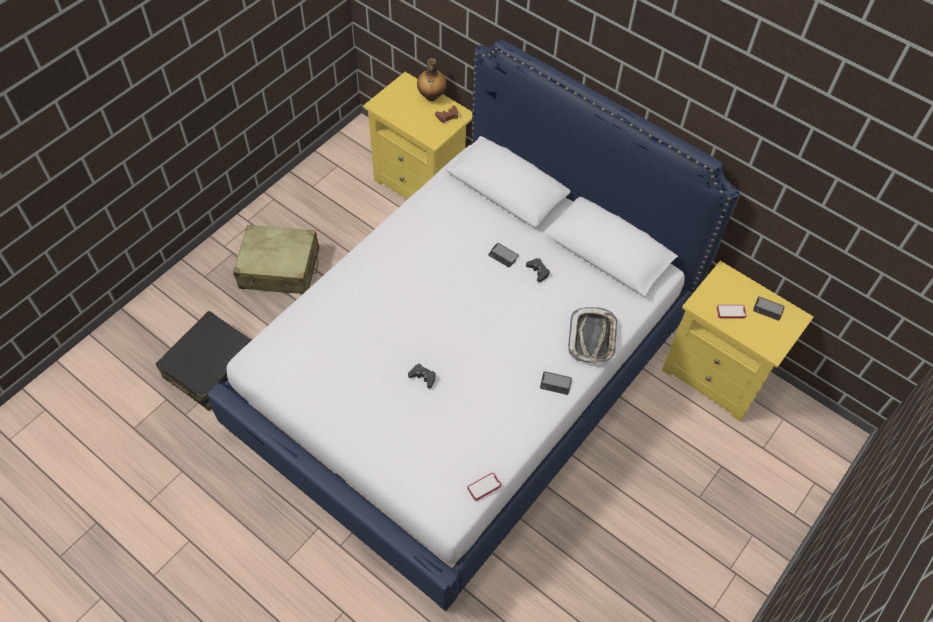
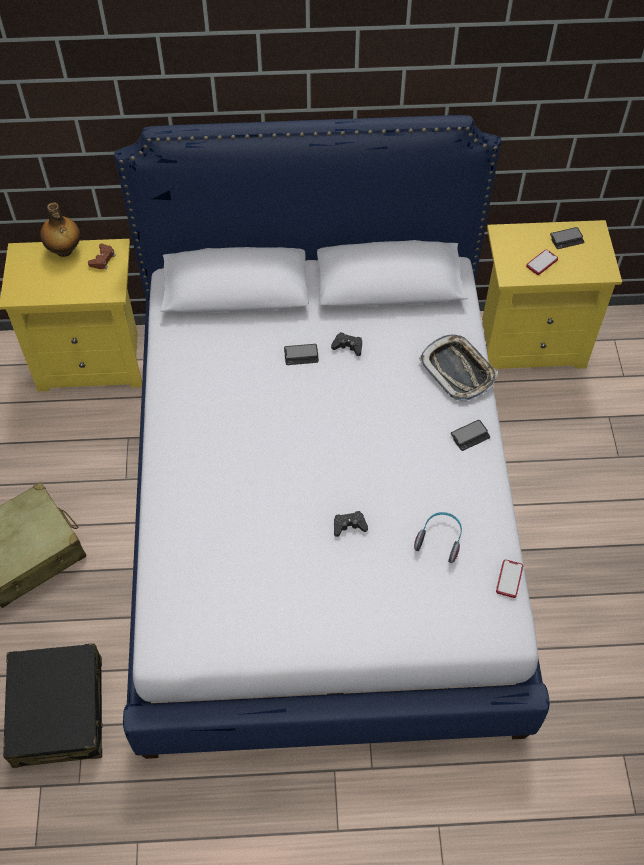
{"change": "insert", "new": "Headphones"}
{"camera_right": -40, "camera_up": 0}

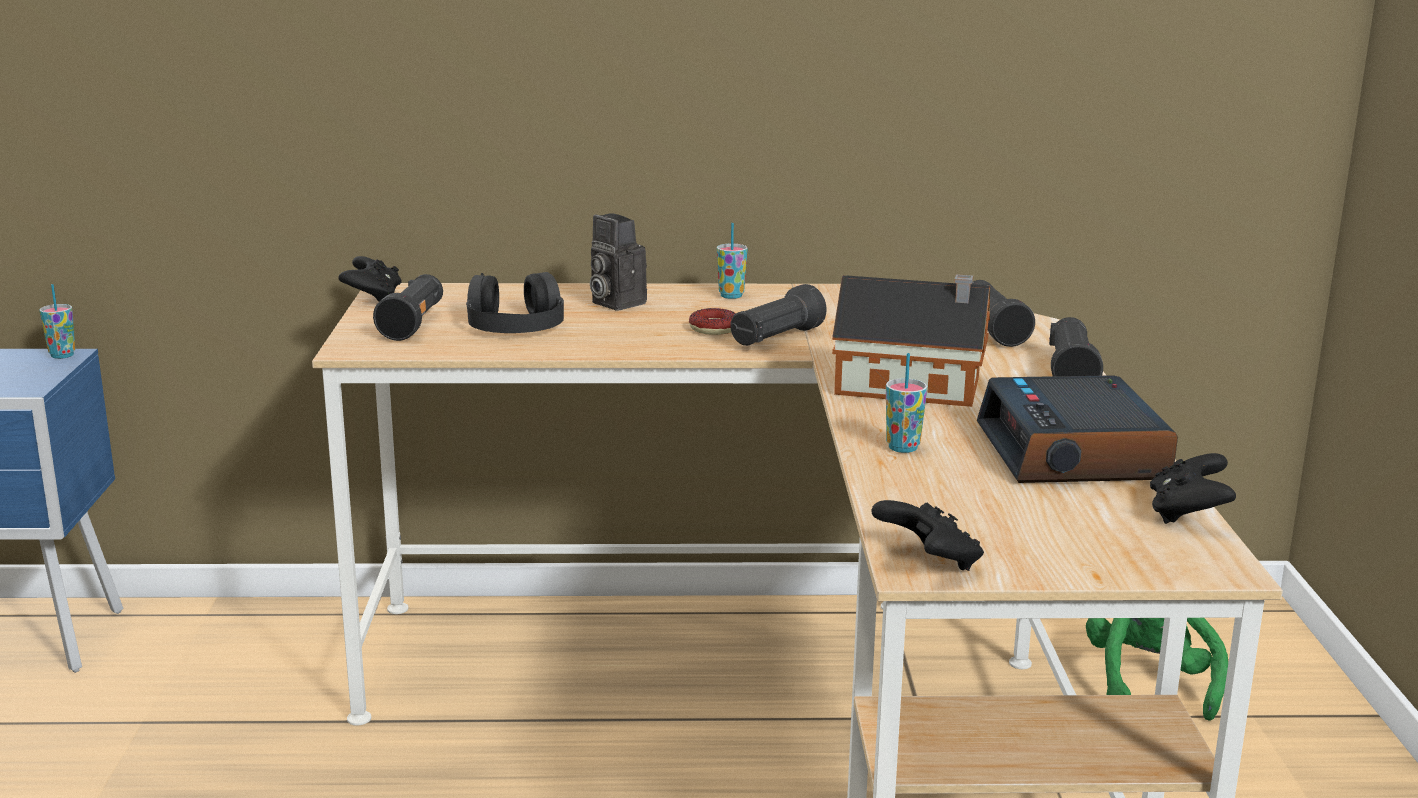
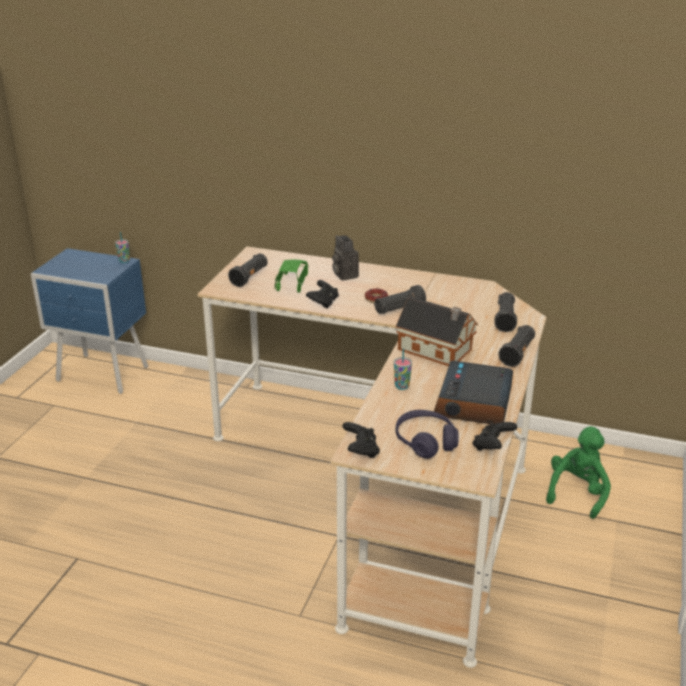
{"change": "delete", "old": "SmallCup (2nd from left)"}
{"change": "insert", "new": "PurplishHeadphones"}
{"change": "move", "old": "BlackGameController (1st from left)"}
{"change": "replace", "old": "BlackHeadphones", "new": "GreenModelCar"}
{"camera_right": 20, "camera_up": 10}

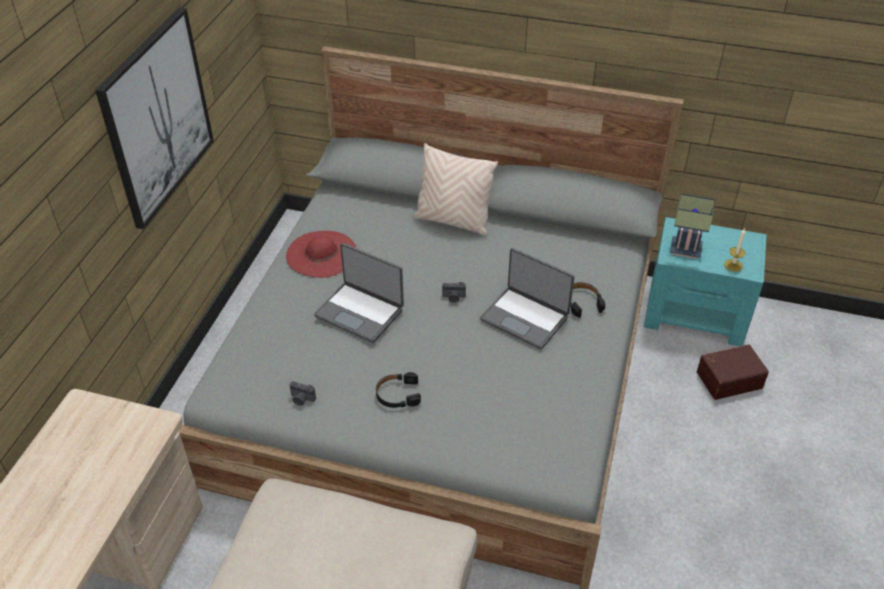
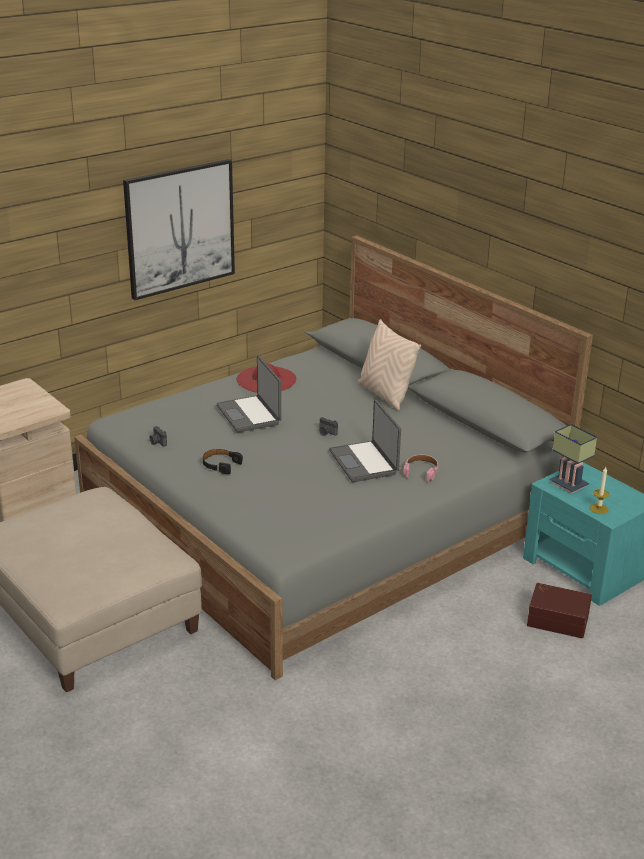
{"change": "recolor", "old": "BlackHeadphones (2nd from left)", "new": "PinkishHeadphones"}
{"camera_right": 35, "camera_up": -15}

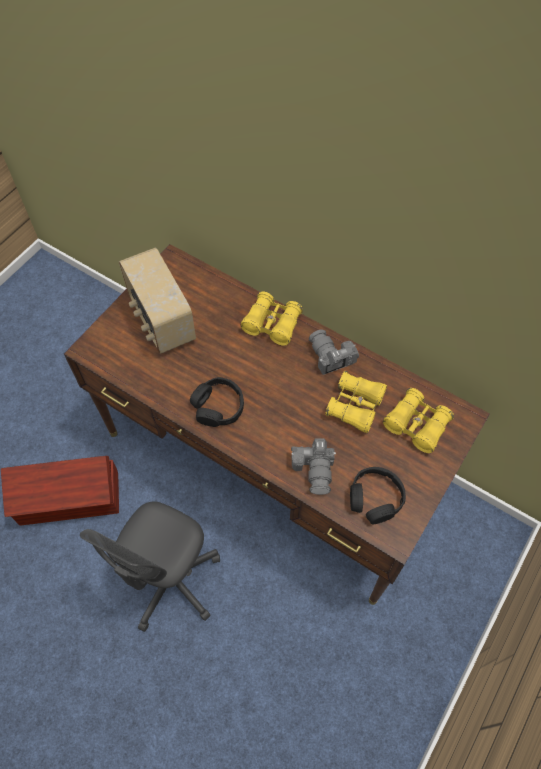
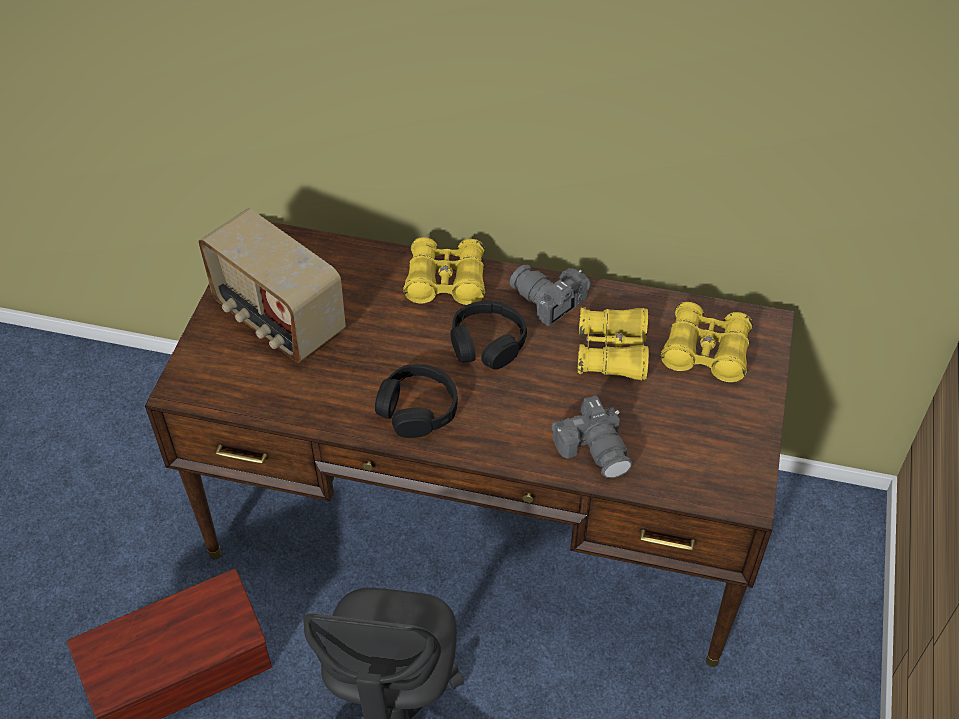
{"change": "move", "old": "BlackHeadphones (2nd from left)"}
{"camera_right": -20, "camera_up": -10}

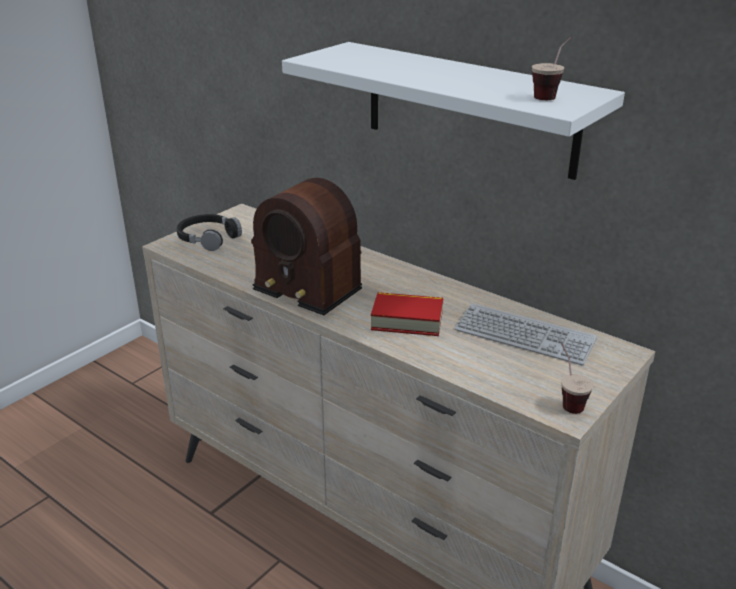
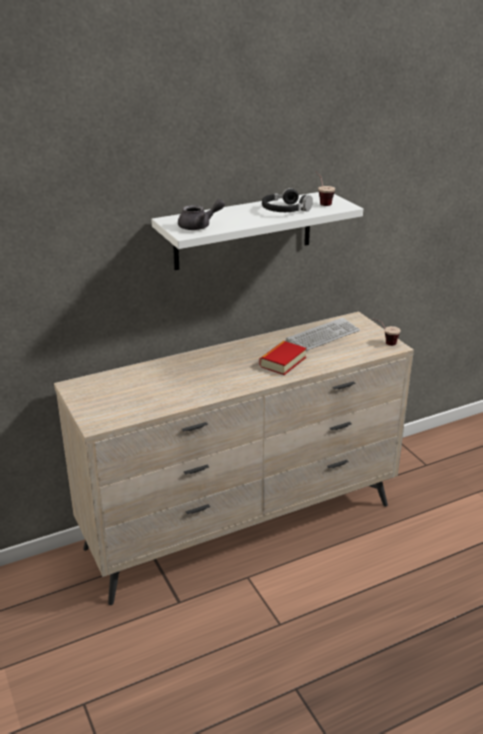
{"change": "delete", "old": "RadioReceiver"}
{"change": "insert", "new": "GreyTeaPot"}
{"change": "move", "old": "BlackHeadphones"}
{"camera_right": -65, "camera_up": 0}

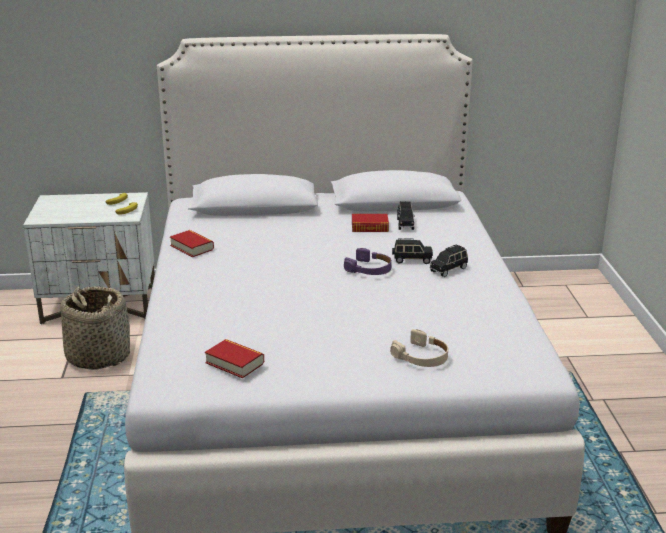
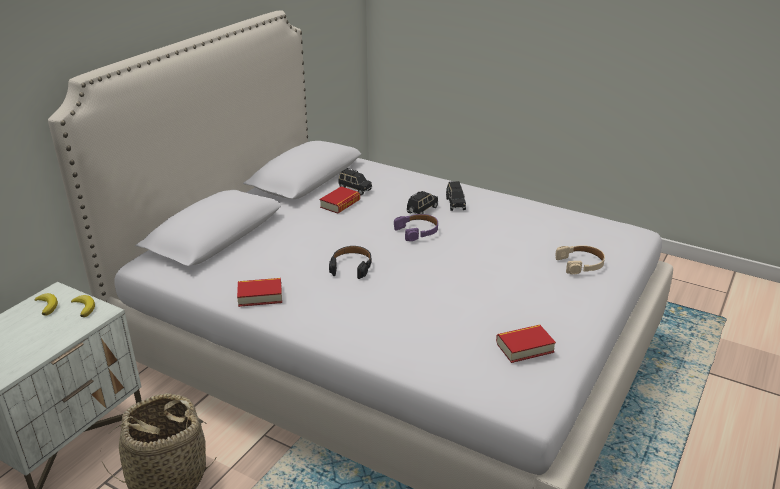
{"change": "insert", "new": "BlackHeadphones"}
{"camera_right": -55, "camera_up": 5}

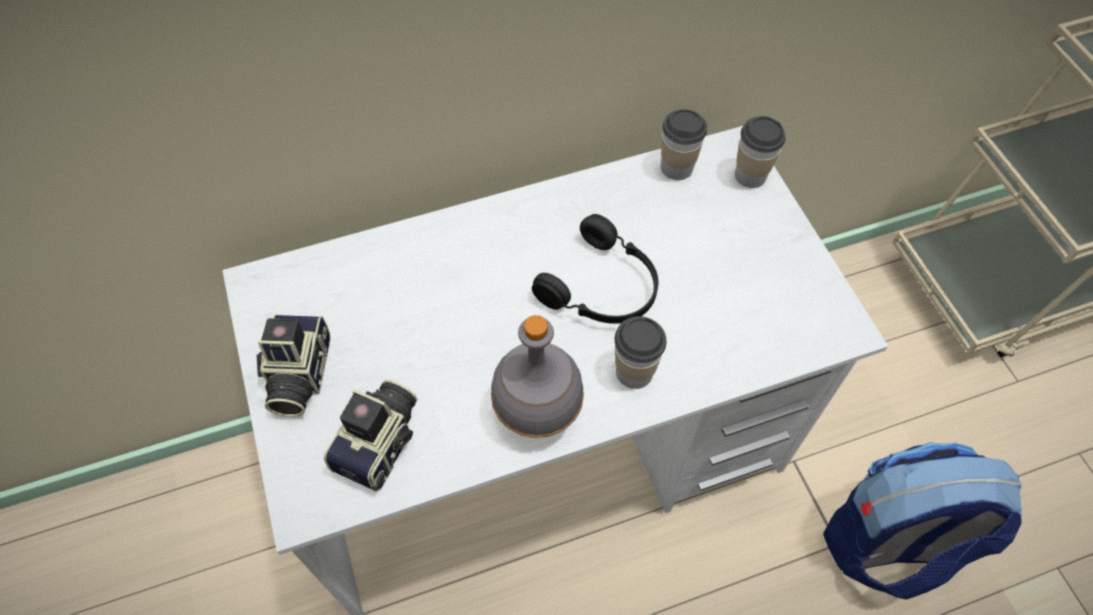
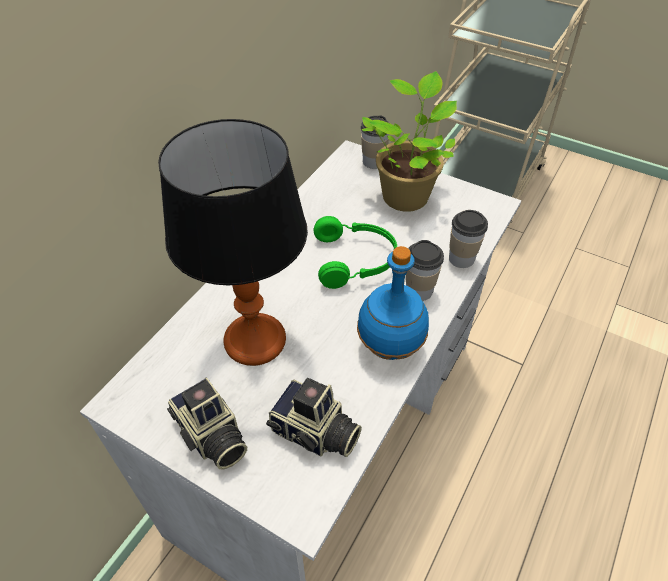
{"change": "delete", "old": "Backpack"}
{"change": "insert", "new": "LampForATable"}
{"change": "insert", "new": "PlantInAPot"}
{"change": "move", "old": "SmallCup (2nd from left in the first image)", "new": "SmallCup (3rd from left)"}
{"change": "recolor", "old": "GreyBottle", "new": "BluishBottle"}
{"change": "recolor", "old": "BlackHeadphones", "new": "GreenHeadphones"}
{"change": "rotate", "old": "PhotoCamera (2nd from left)", "degrees": 135}
{"camera_right": -40, "camera_up": -10}

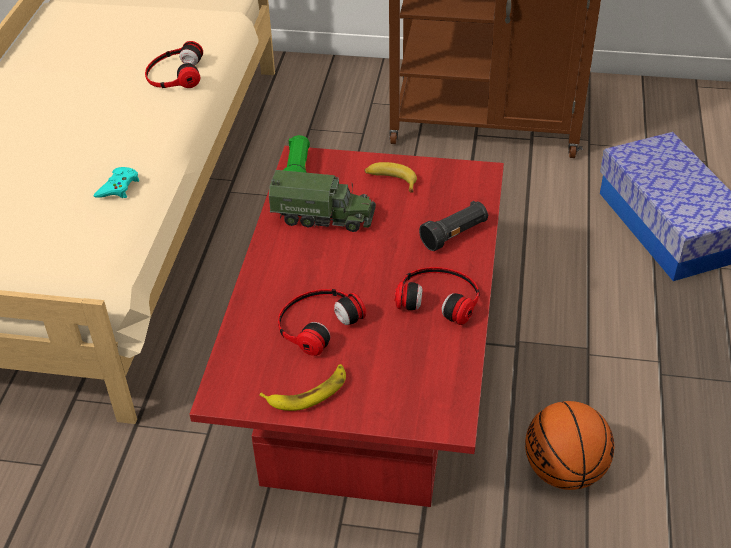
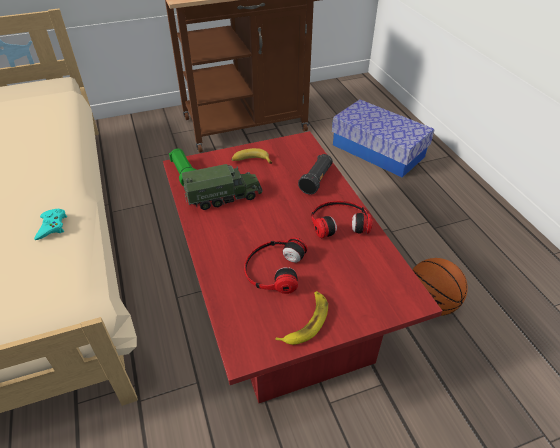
{"change": "delete", "old": "Headphones (1st from left)"}
{"camera_right": -30, "camera_up": 0}

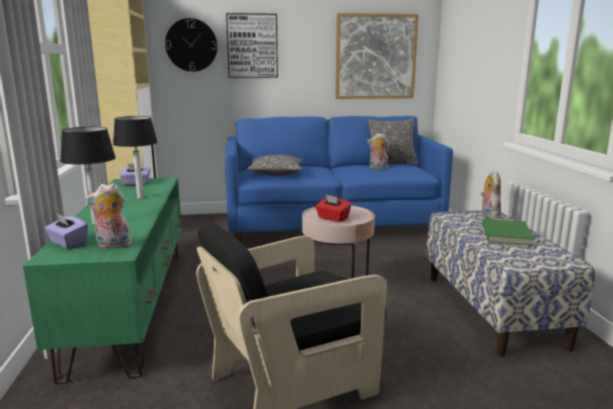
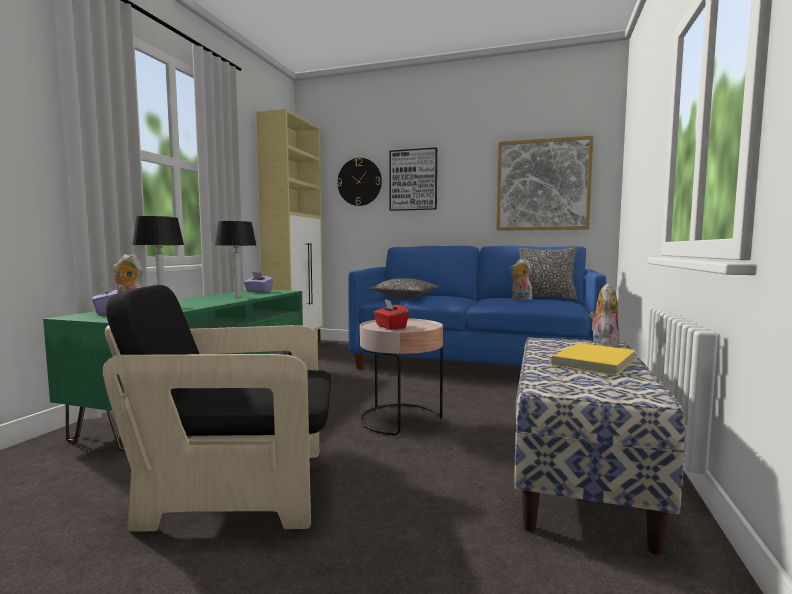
{"change": "recolor", "old": "GreenVolume", "new": "YellowColouredVolume"}
{"camera_right": 25, "camera_up": -10}

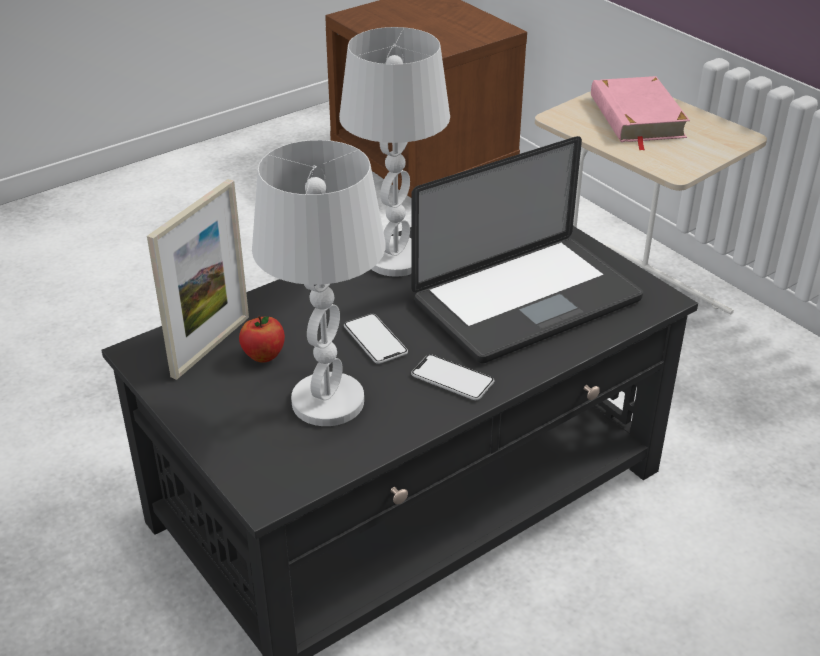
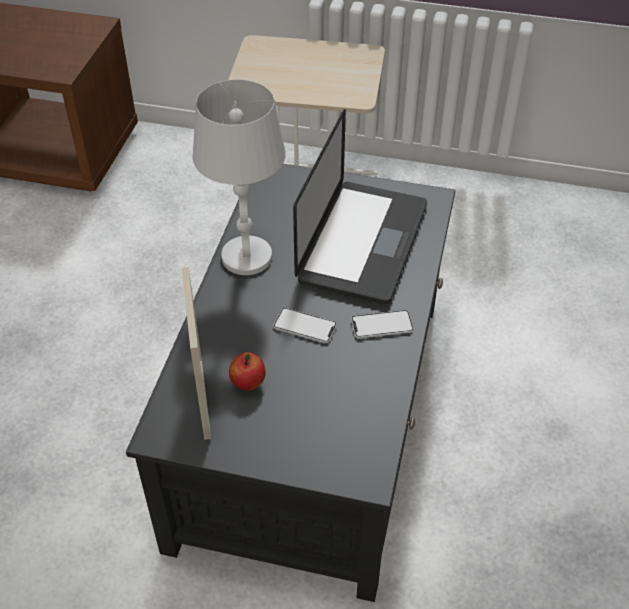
{"change": "delete", "old": "WhiteLampForATable (1st from left)"}
{"change": "delete", "old": "PinkishVolume"}
{"camera_right": -40, "camera_up": 10}

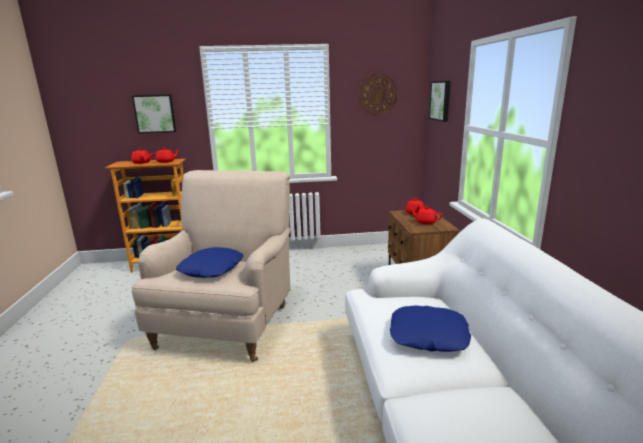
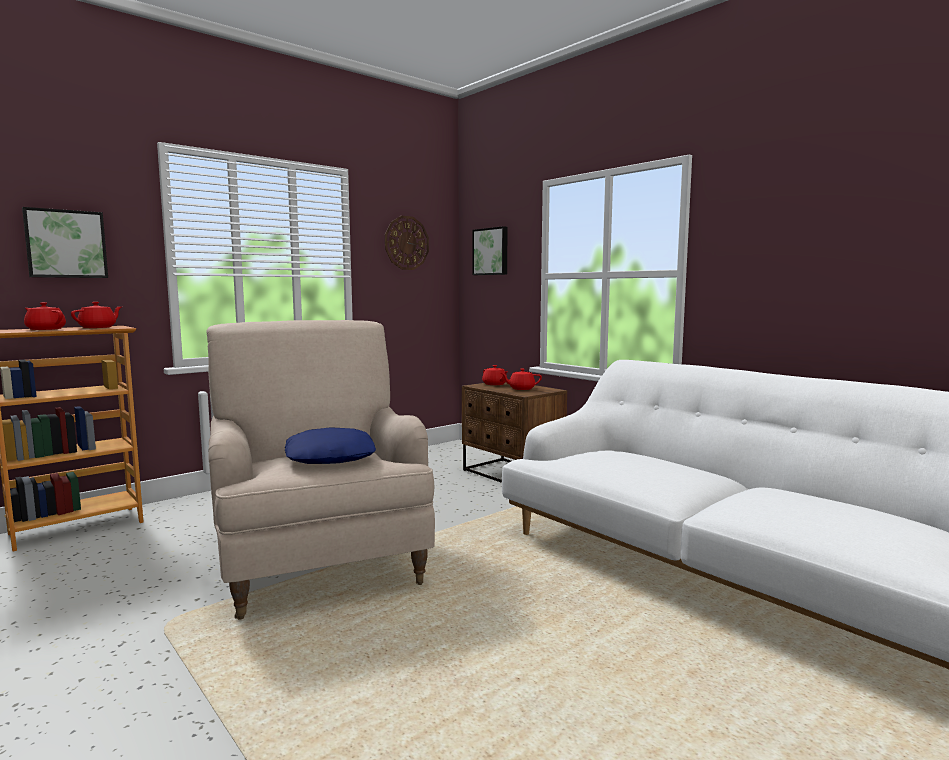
{"change": "delete", "old": "BluishCushion (2nd from left)"}
{"camera_right": -35, "camera_up": -10}

